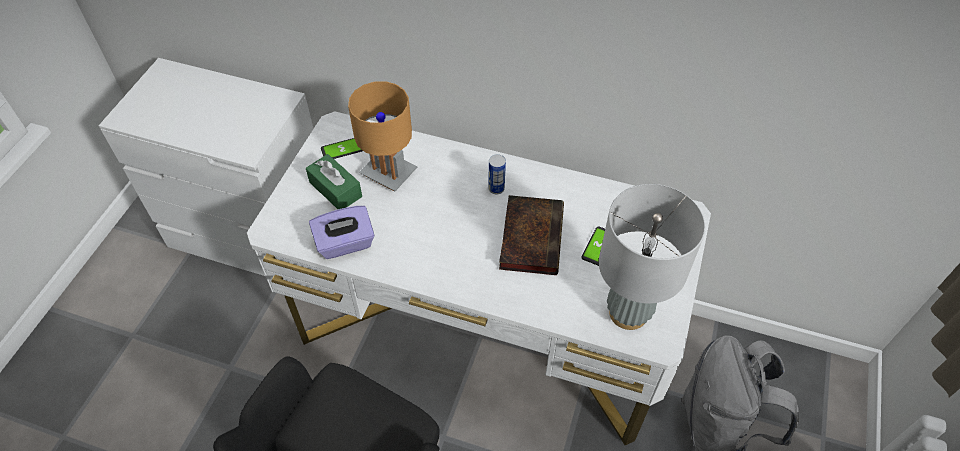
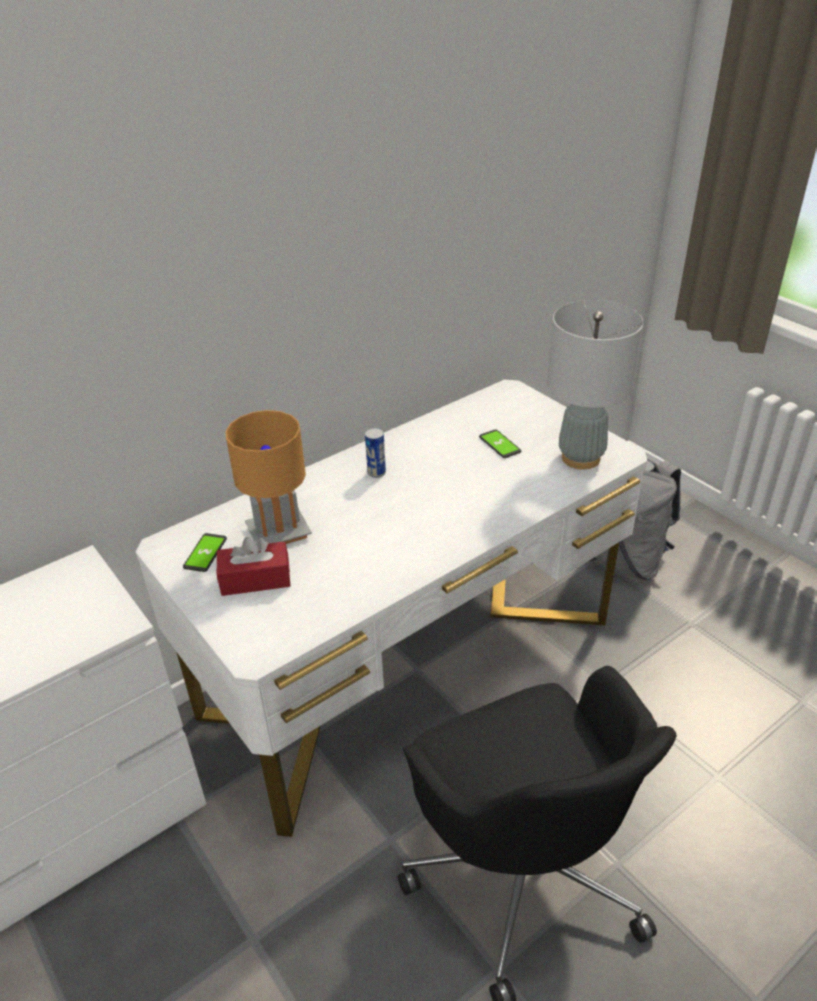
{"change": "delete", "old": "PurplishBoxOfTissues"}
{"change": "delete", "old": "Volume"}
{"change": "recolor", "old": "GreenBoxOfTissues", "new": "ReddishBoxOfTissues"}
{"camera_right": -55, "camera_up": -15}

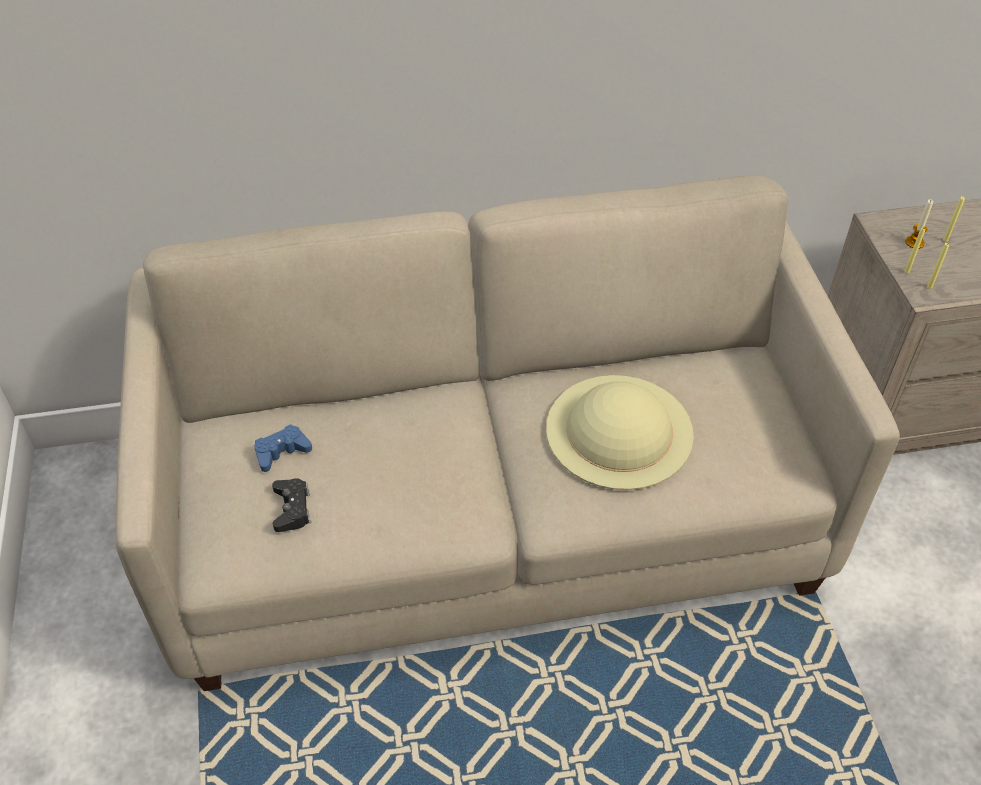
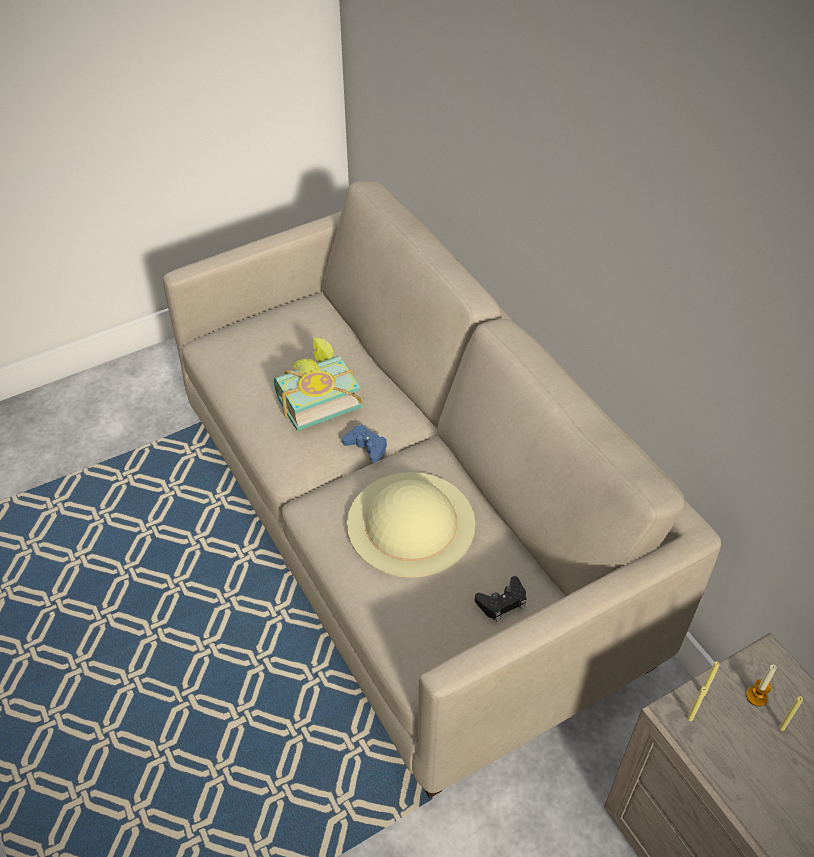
{"change": "insert", "new": "Volume"}
{"change": "move", "old": "BluishGameController"}
{"change": "move", "old": "BlackGameController"}
{"camera_right": 70, "camera_up": 0}

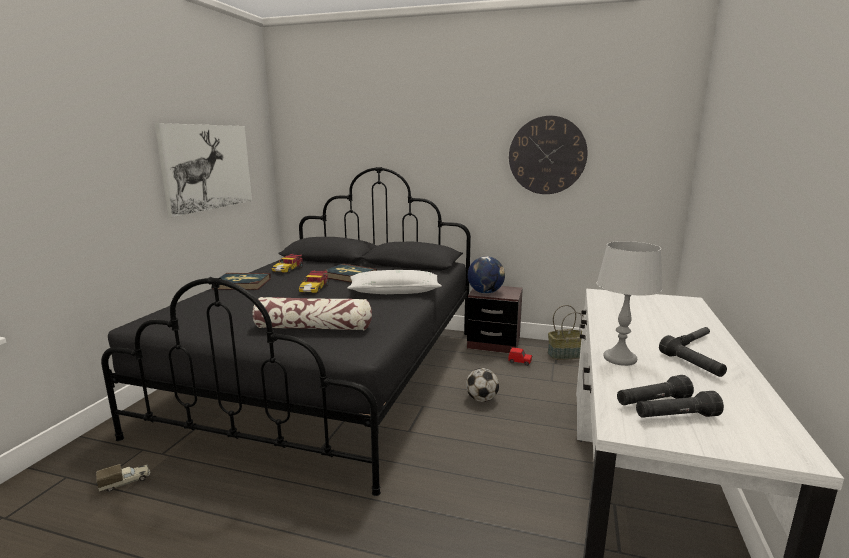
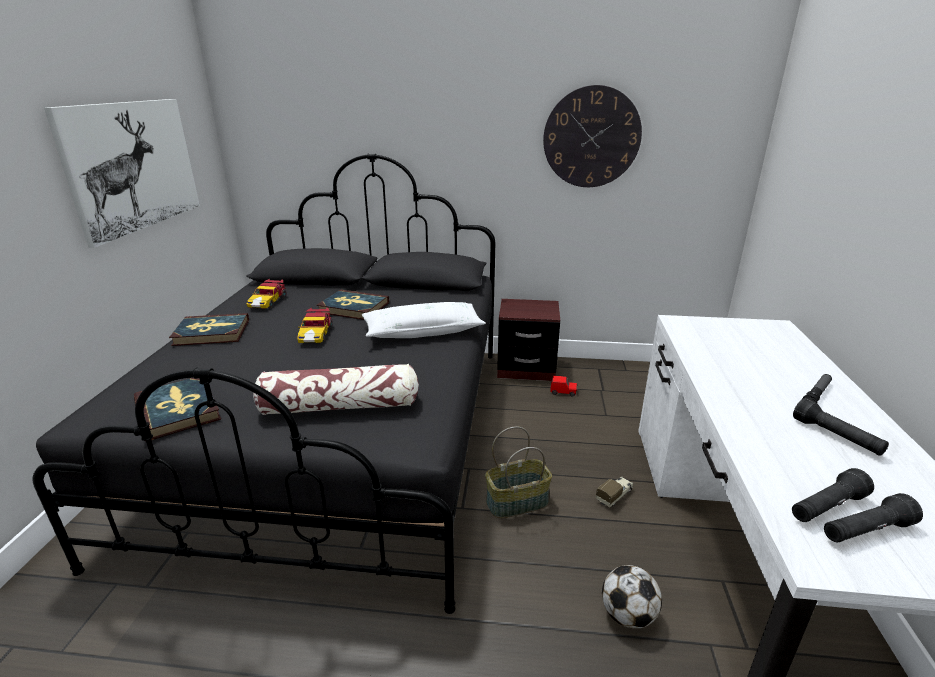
{"change": "delete", "old": "Globe"}
{"change": "delete", "old": "GreyLampForATable"}
{"change": "insert", "new": "Volume (1st from left)"}
{"change": "move", "old": "ModelTruck"}
{"change": "move", "old": "BallForFootball"}
{"change": "move", "old": "StorageBasket"}
{"camera_right": -10, "camera_up": 10}

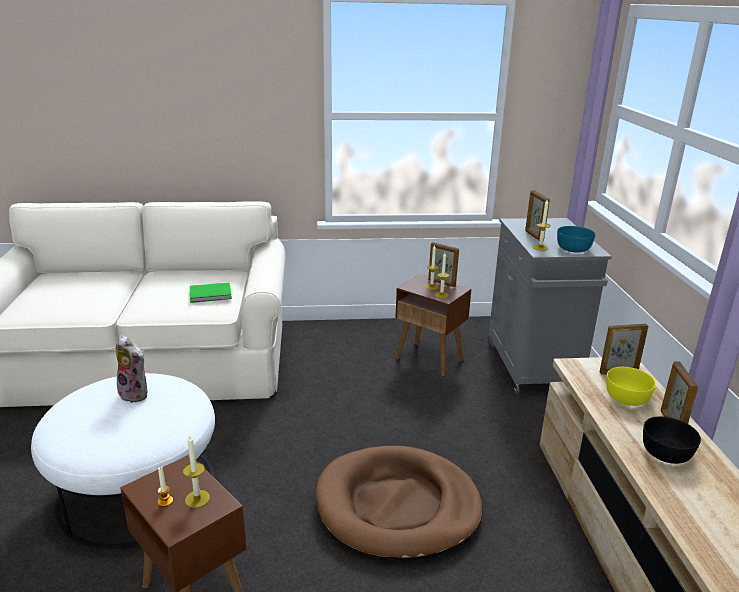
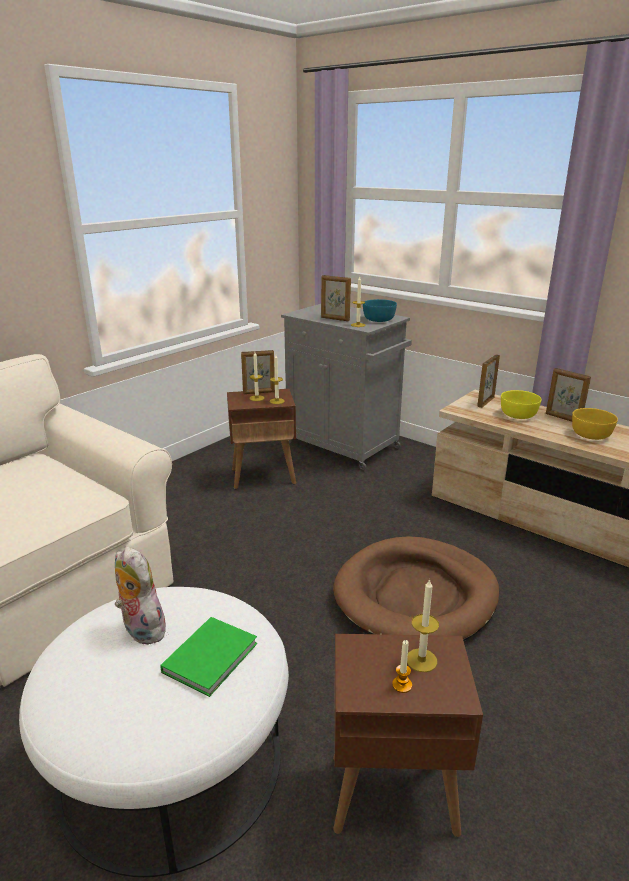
{"change": "move", "old": "GreenVolume"}
{"change": "recolor", "old": "BlackServingBowl", "new": "YellowColouredServingBowl (2nd from left)"}
{"change": "rotate", "old": "PlushToy", "degrees": -120}
{"camera_right": -45, "camera_up": 0}

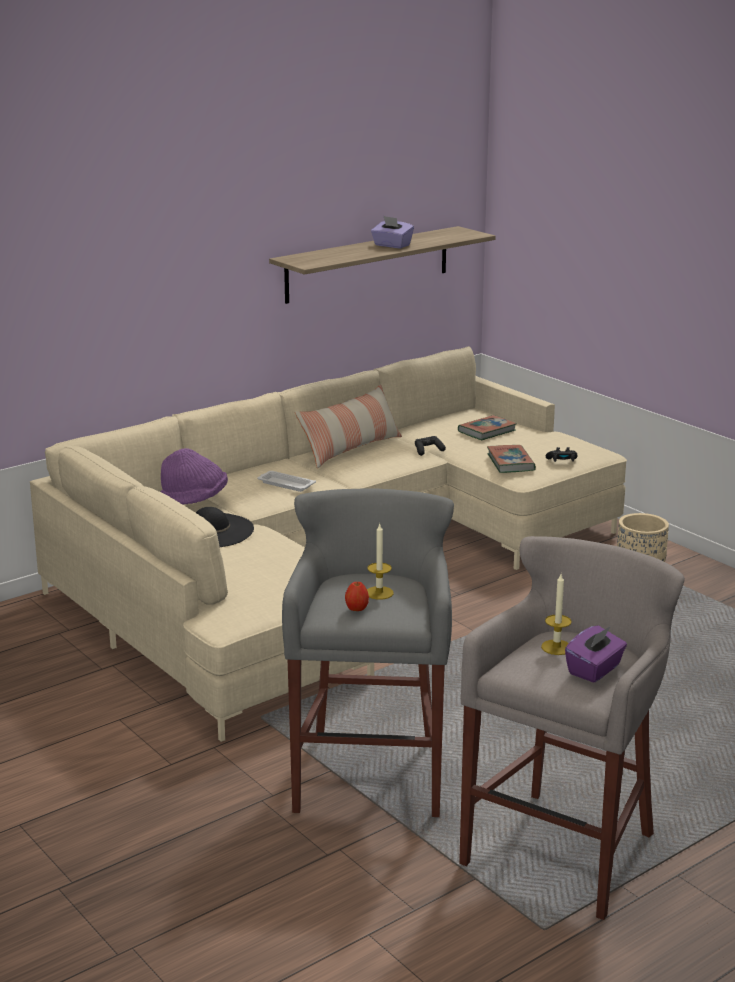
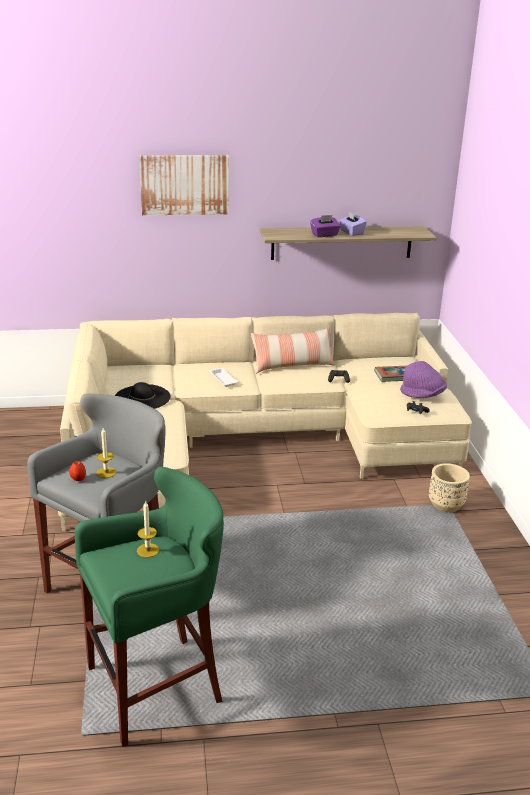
{"change": "delete", "old": "Volume (2nd from left)"}
{"change": "insert", "new": "Picture"}
{"change": "move", "old": "PurplishWearableHat"}
{"change": "move", "old": "PurplishBoxOfTissues (2nd from left in the first image)", "new": "PurplishBoxOfTissues (1st from left)"}
{"change": "recolor", "old": "GreyStool (2nd from left)", "new": "GreenStool"}
{"camera_right": 30, "camera_up": 5}

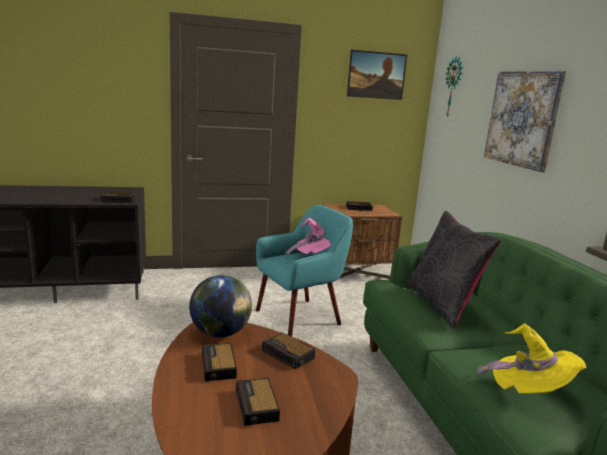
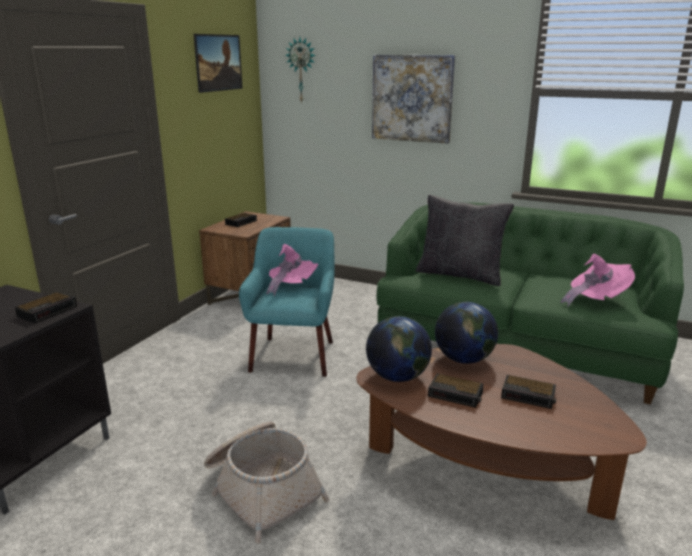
{"change": "insert", "new": "StorageBasket"}
{"change": "replace", "old": "AlarmClock (4th from left)", "new": "Globe (2nd from left)"}
{"change": "recolor", "old": "YellowColouredWearableHat", "new": "PinkishWearableHat (2nd from left)"}
{"camera_right": -50, "camera_up": 5}

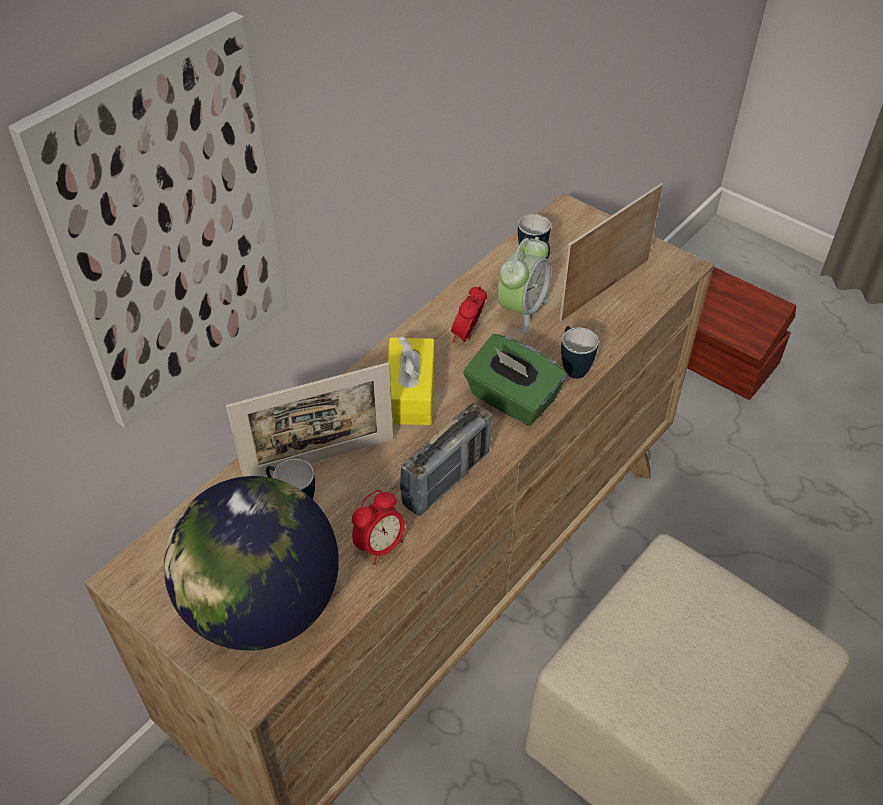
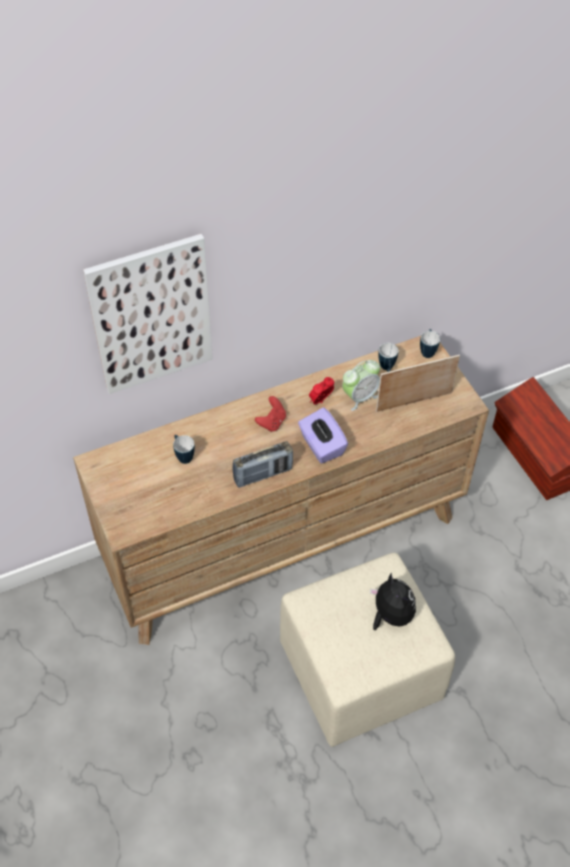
{"change": "delete", "old": "Globe"}
{"change": "delete", "old": "StandingFrame (1st from left)"}
{"change": "delete", "old": "AlarmClock (1st from left)"}
{"change": "insert", "new": "PlushToy"}
{"change": "move", "old": "Mug (3rd from left)"}
{"change": "replace", "old": "YellowColouredBoxOfTissues", "new": "ReddishGameController"}
{"change": "recolor", "old": "GreenBoxOfTissues", "new": "PurplishBoxOfTissues"}
{"camera_right": 25, "camera_up": 5}

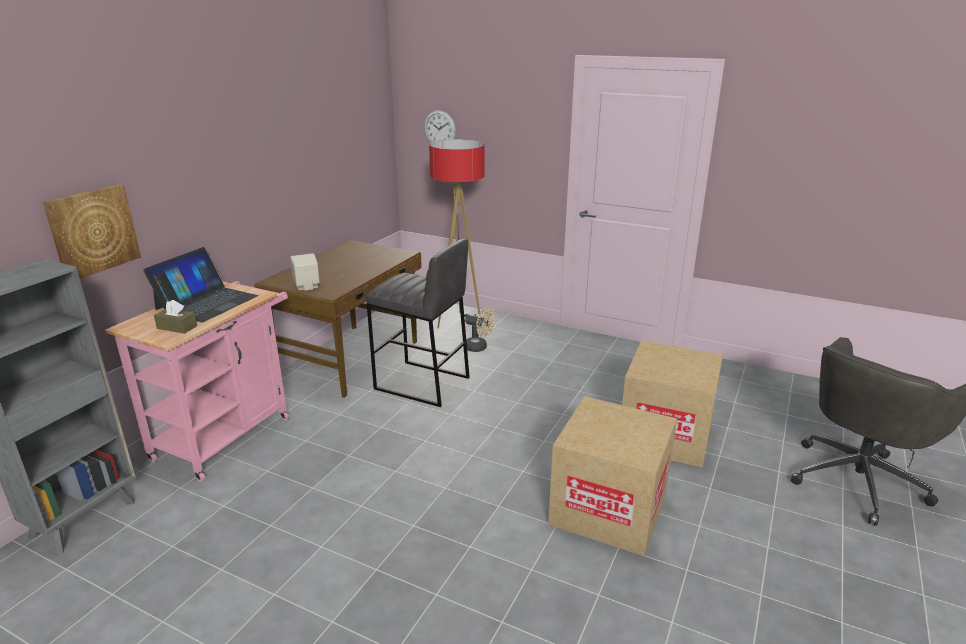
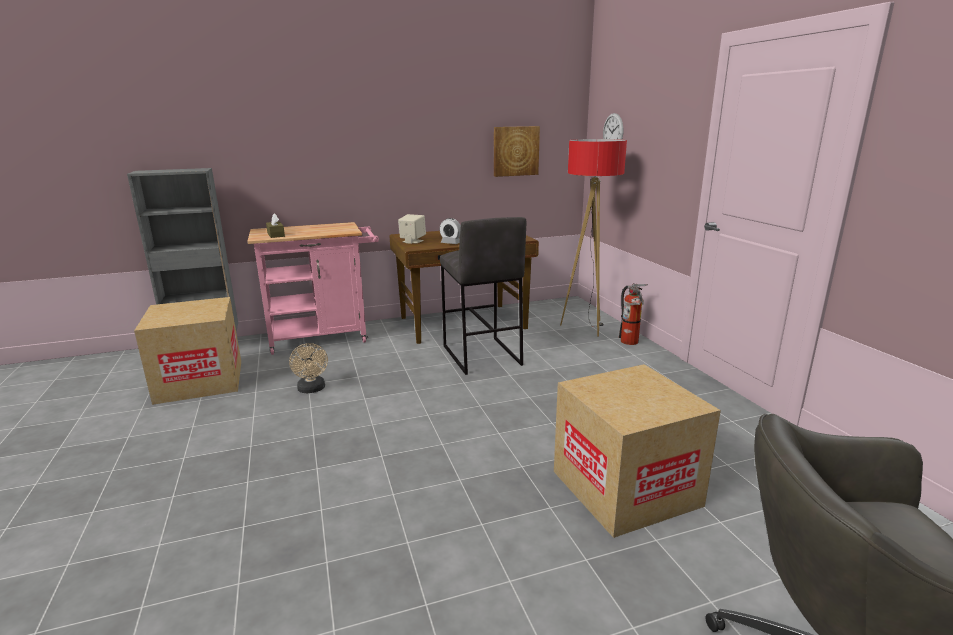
{"change": "delete", "old": "Laptop"}
{"change": "insert", "new": "AlarmClock"}
{"change": "insert", "new": "FireExtinguisher"}
{"change": "move", "old": "Picture"}
{"change": "move", "old": "SandColouredElectricFan"}
{"change": "move", "old": "Carton (1st from left)"}
{"camera_right": 45, "camera_up": -5}

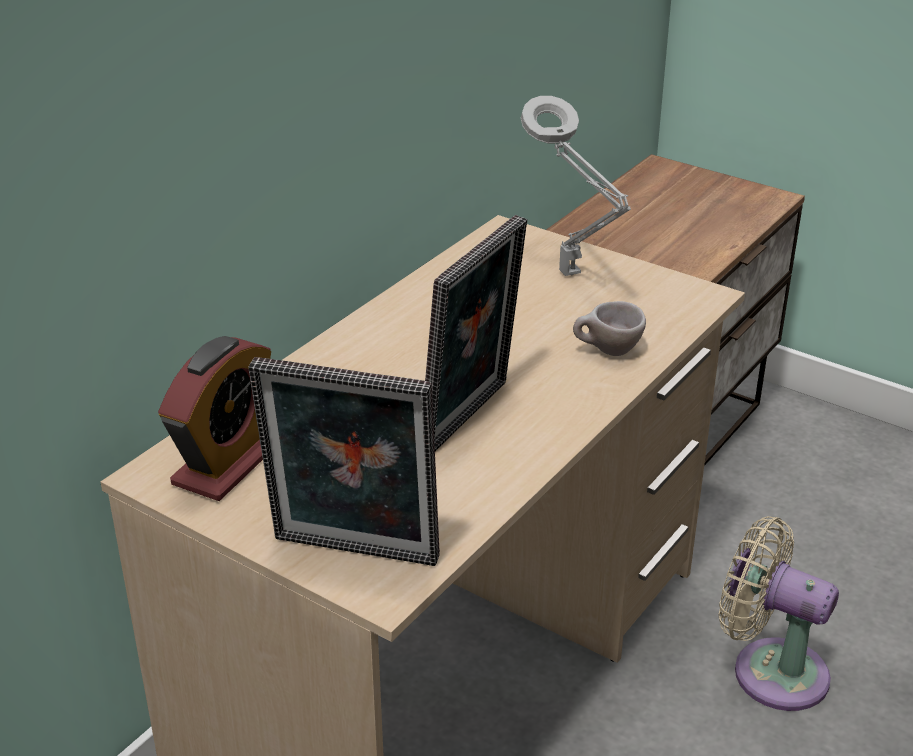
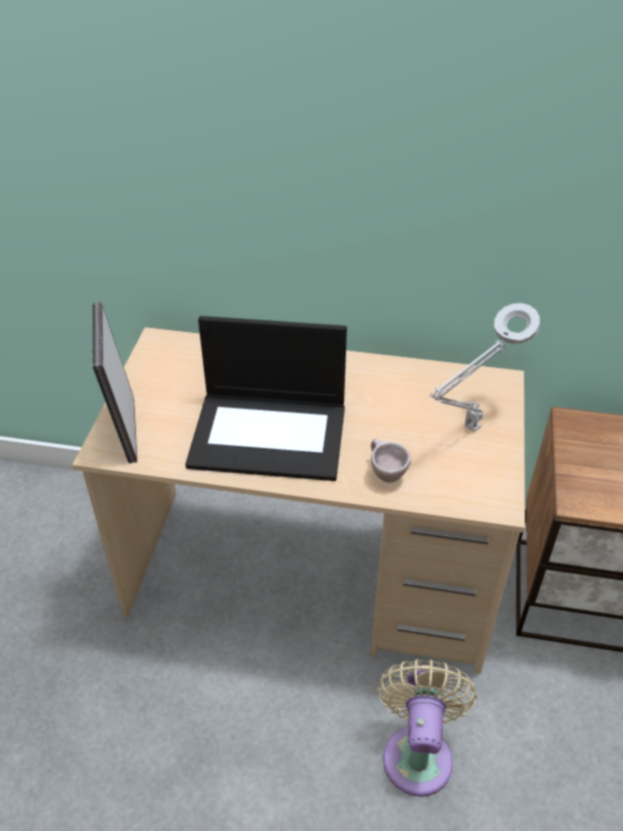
{"change": "delete", "old": "AlarmClock"}
{"change": "replace", "old": "StandingFrame (2nd from left)", "new": "Laptop"}
{"camera_right": 65, "camera_up": 10}

